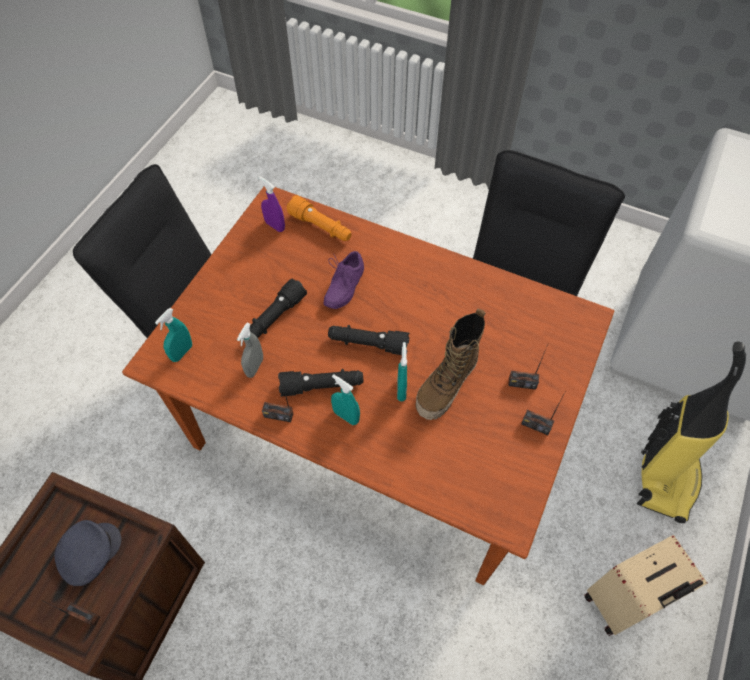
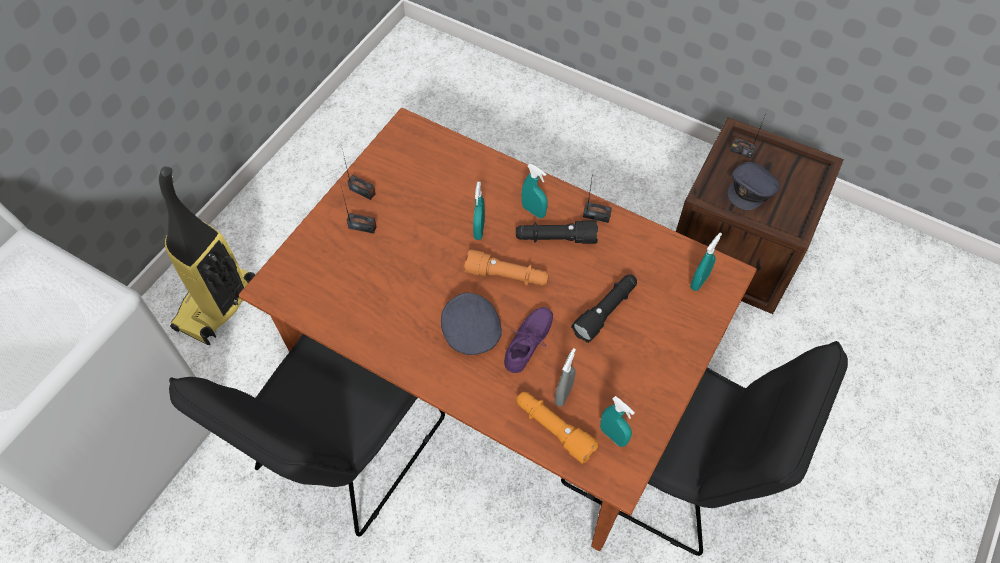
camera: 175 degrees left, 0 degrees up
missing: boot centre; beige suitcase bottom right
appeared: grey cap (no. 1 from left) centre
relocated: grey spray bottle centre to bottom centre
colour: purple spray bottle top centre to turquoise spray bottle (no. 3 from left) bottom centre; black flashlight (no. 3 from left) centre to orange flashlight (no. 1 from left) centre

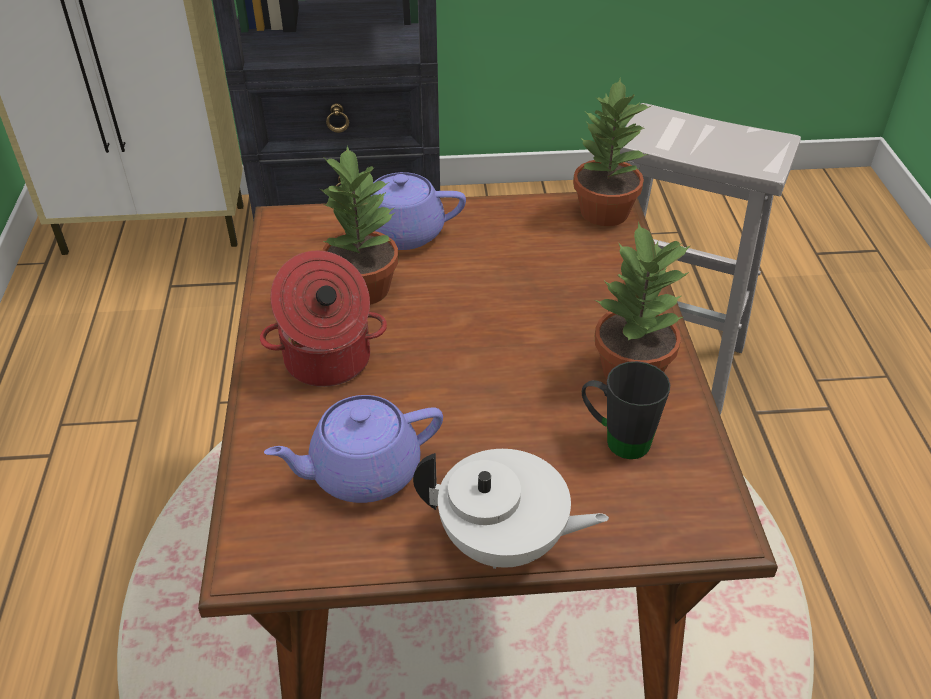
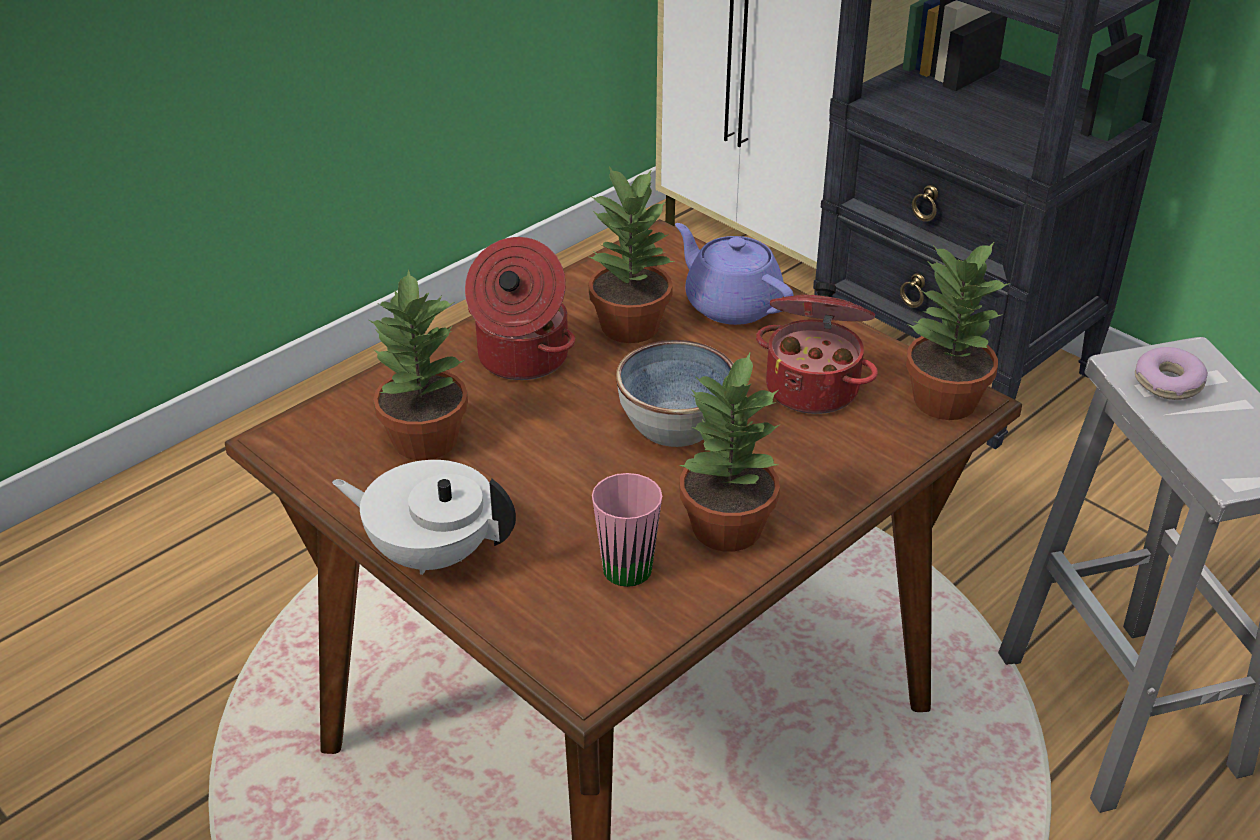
camera: 50 degrees right, 5 degrees down
appeared: bowl centre; cooking pot (no. 2 from left) centre; donut middle right
exchanged: purple teapot (no. 1 from left) centre to potted plant (no. 1 from left) middle left
colour: black mug middle right to pink mug centre
spun: white teapot bottom centre = centre 135 degrees clockwise

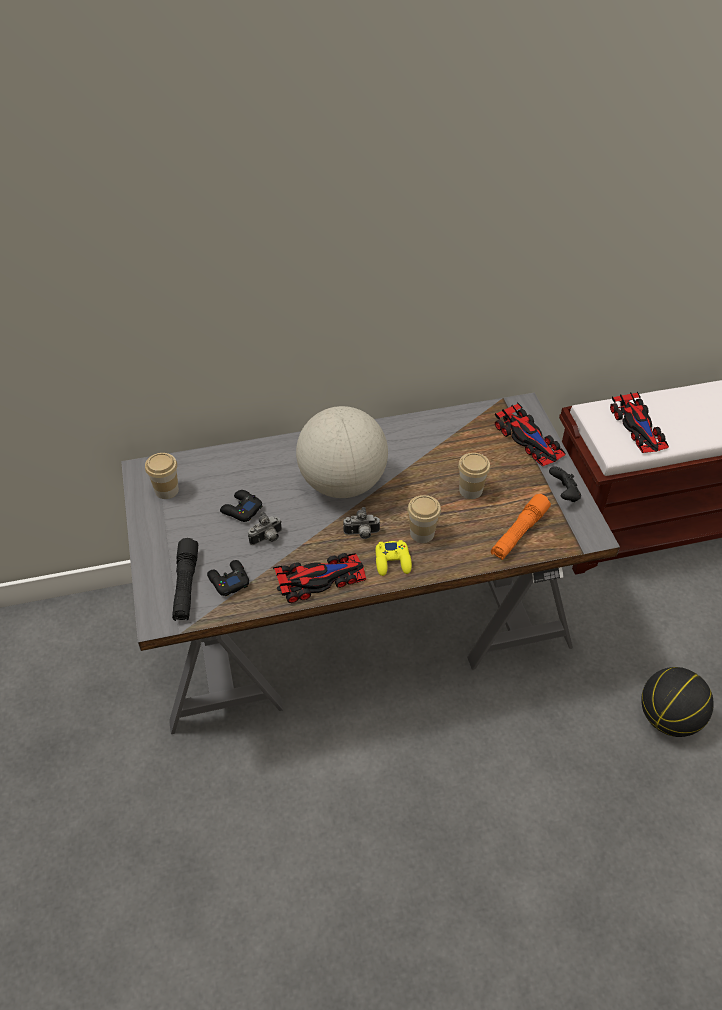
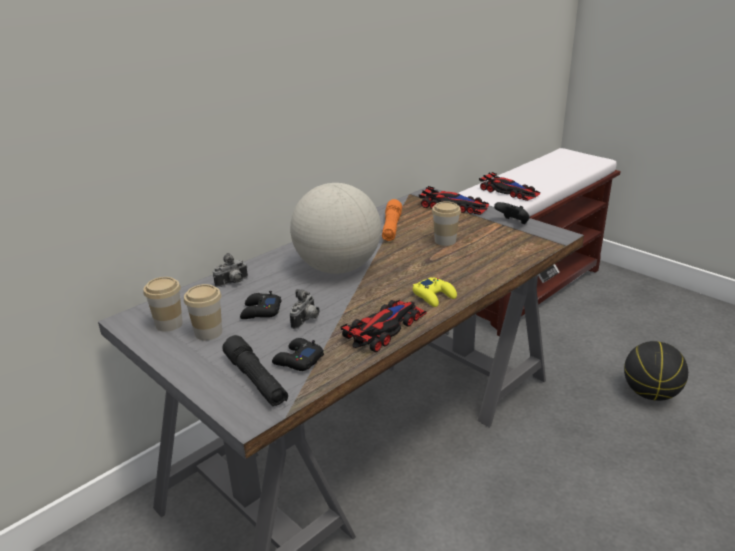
camera: 30 degrees left, 20 degrees down
relocated: photo camera (no. 2 from left in the first image) centre to photo camera (no. 1 from left) middle left; cup (no. 2 from left) centre to middle left; orange flashlight middle right to centre

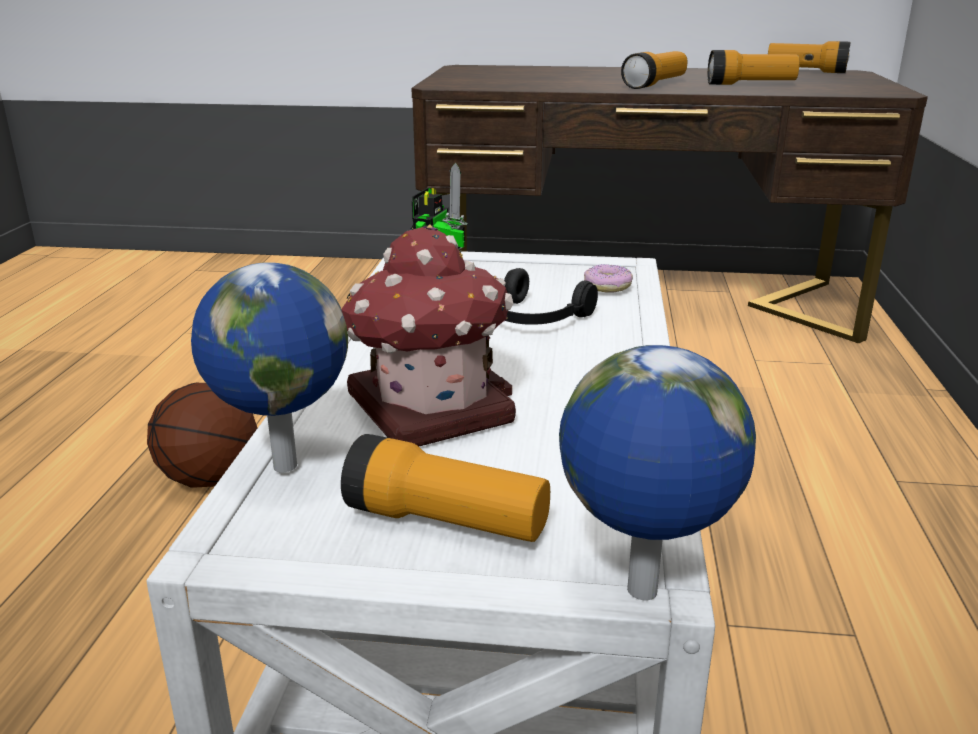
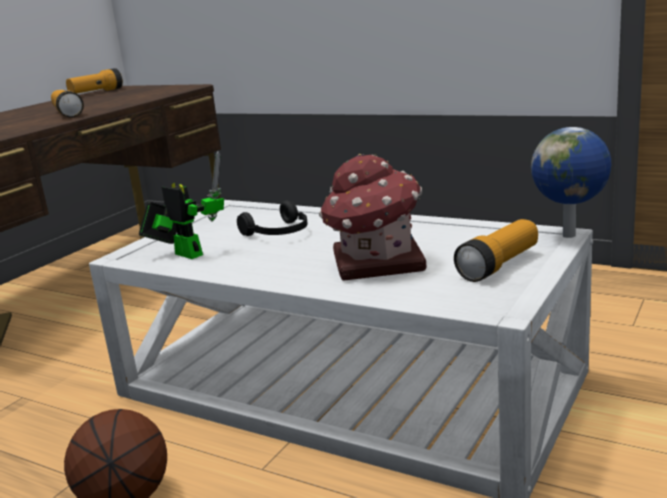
camera: 65 degrees left, 5 degrees down
missing: globe (no. 1 from left) middle left; donut centre; flashlight (no. 3 from left) top right

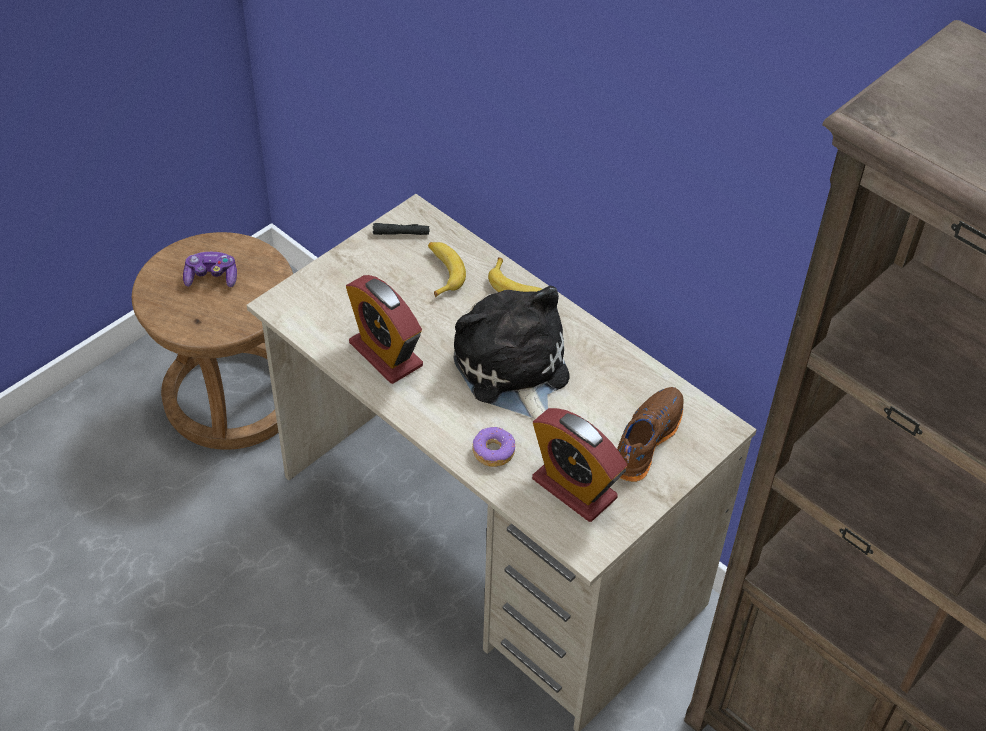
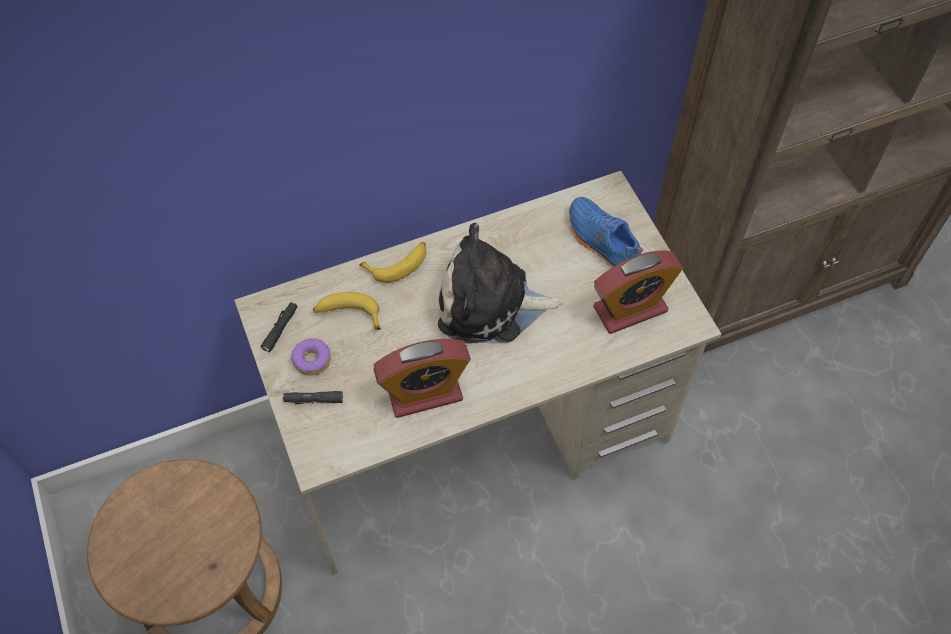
camera: 65 degrees left, 10 degrees up
missing: game controller middle left
appeared: black flashlight (no. 2 from left) middle left
relocated: donut centre to middle left
colour: brown shoe centre to blue shoe centre

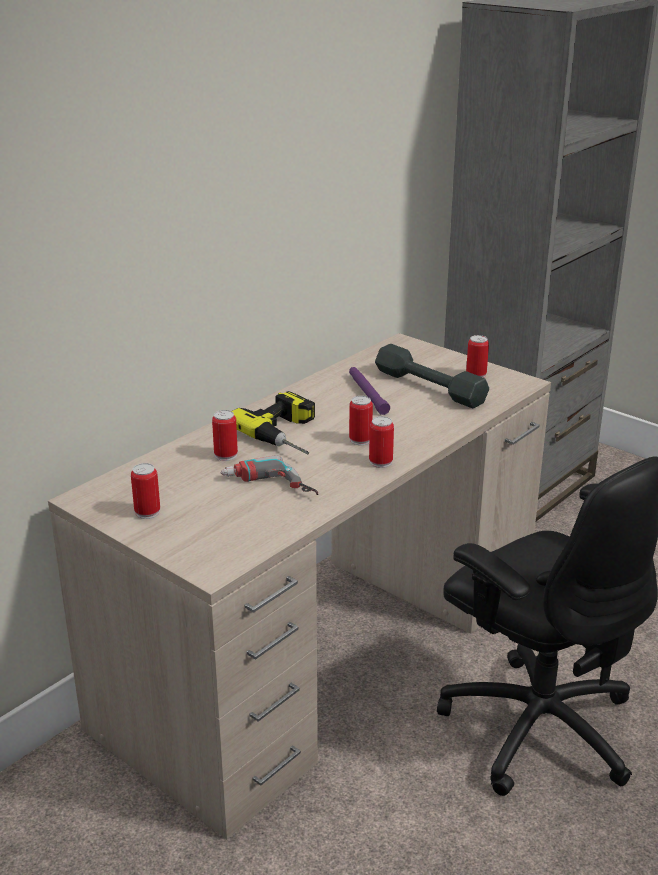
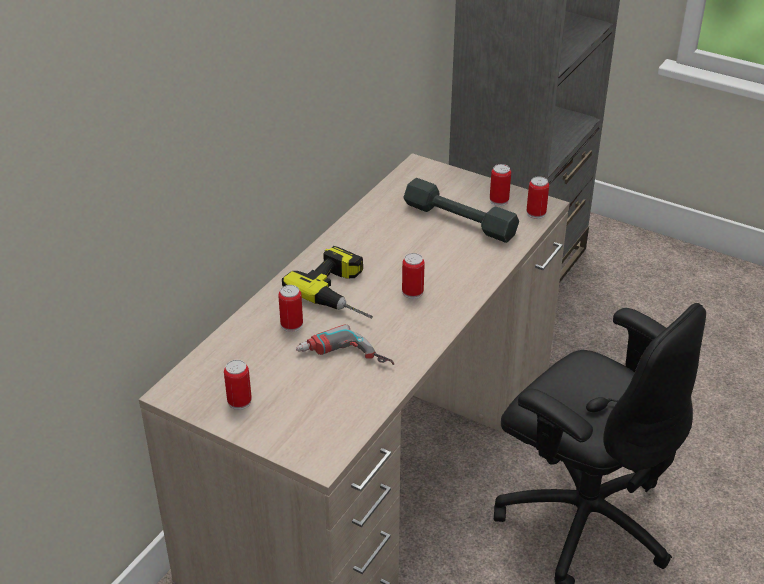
camera: 10 degrees left, 10 degrees up
missing: purple flashlight centre
relocated: can (no. 4 from left in the first image) centre to can (no. 5 from left) middle right

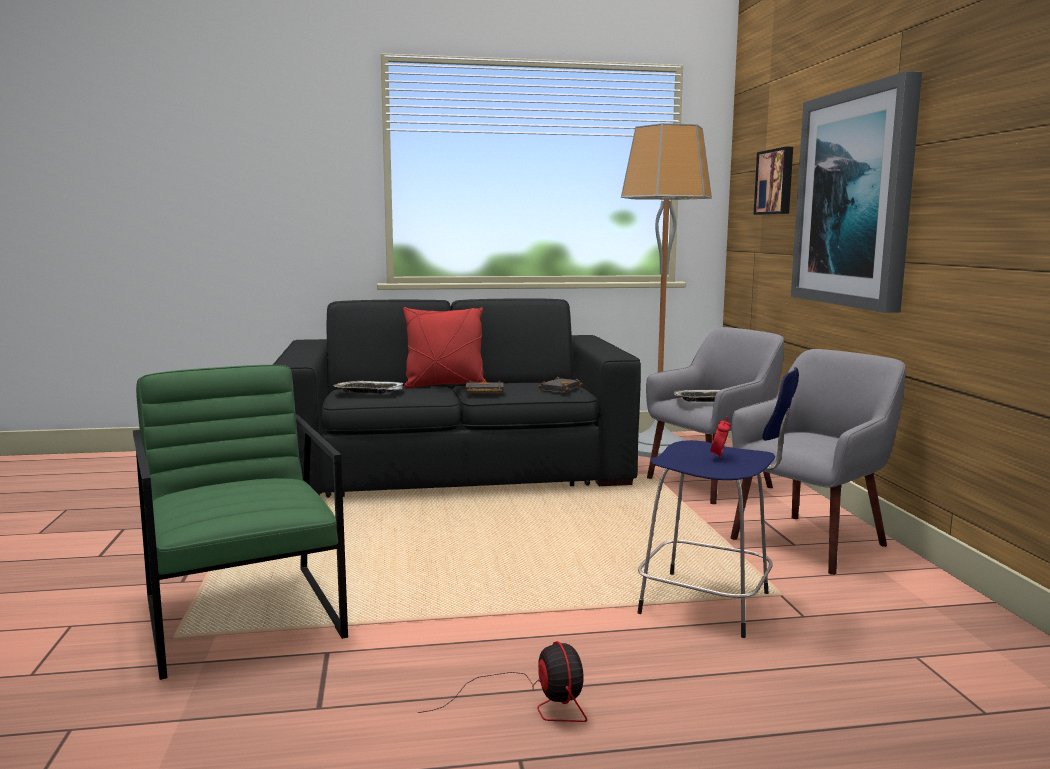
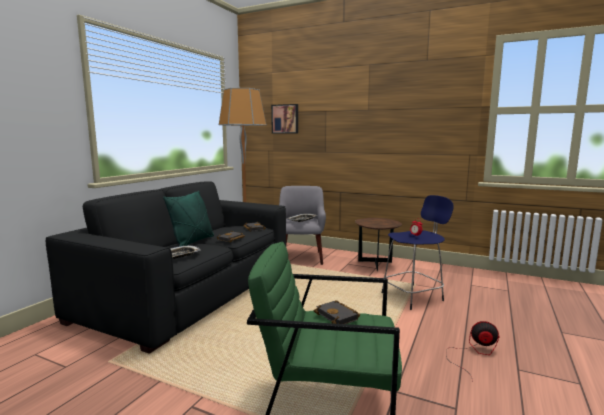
camera: 55 degrees left, 0 degrees up
missing: picture (no. 2 from left) top right
appeared: black book (no. 3 from left) bottom centre
exchanged: grey armchair (no. 2 from left) middle right to brown side table centre
colour: red pillow centre to green pillow middle left

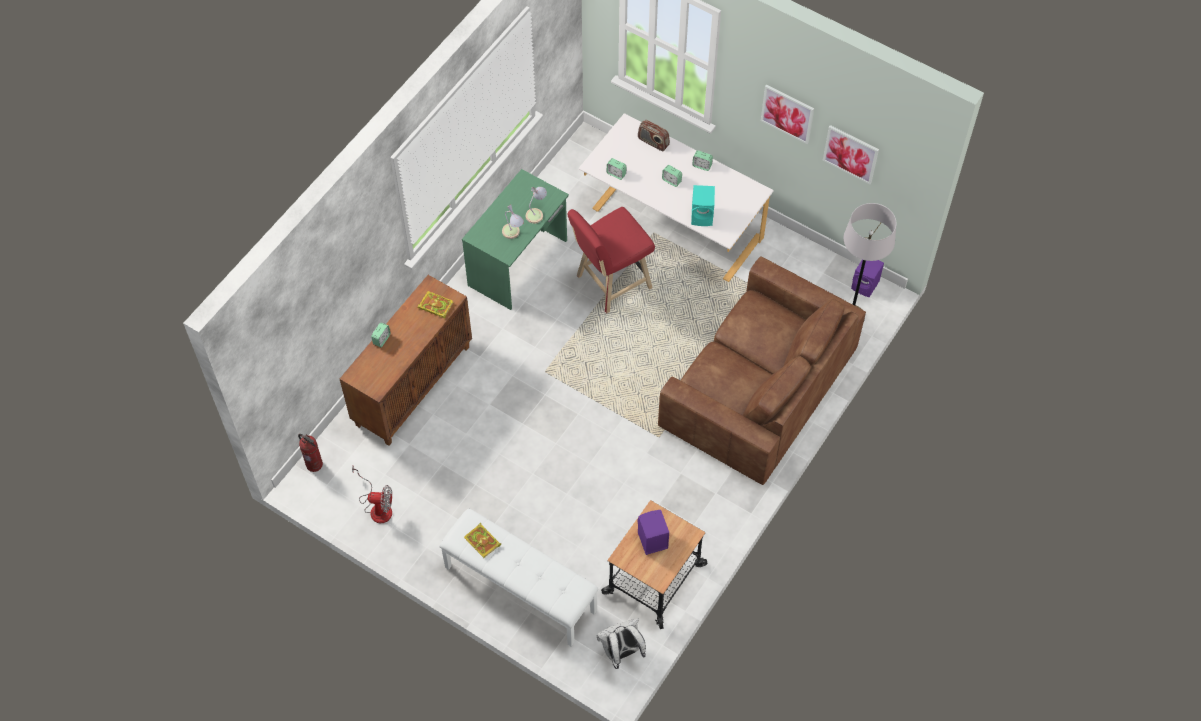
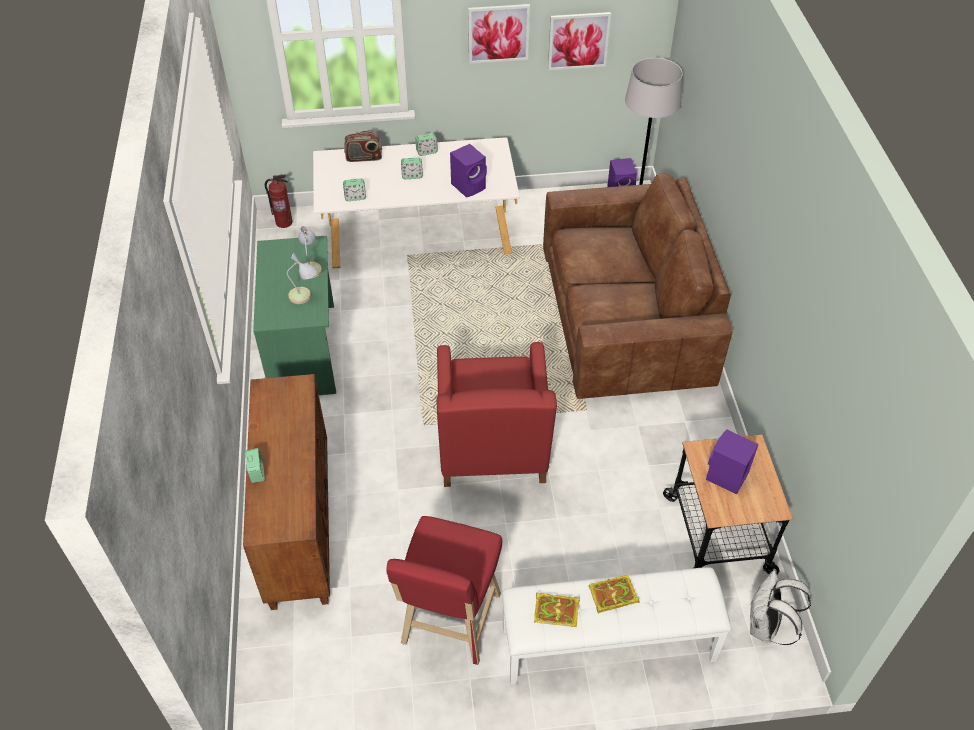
camera: 40 degrees left, 10 degrees down
missing: fan bottom left
appeared: red armchair centre
relocated: fire extinguisher middle left to top left; book (no. 1 from left in the first image) centre to book (no. 2 from left) bottom centre; red stool centre to bottom centre
colour: turquoise speaker top centre to purple speaker (no. 1 from left) top centre

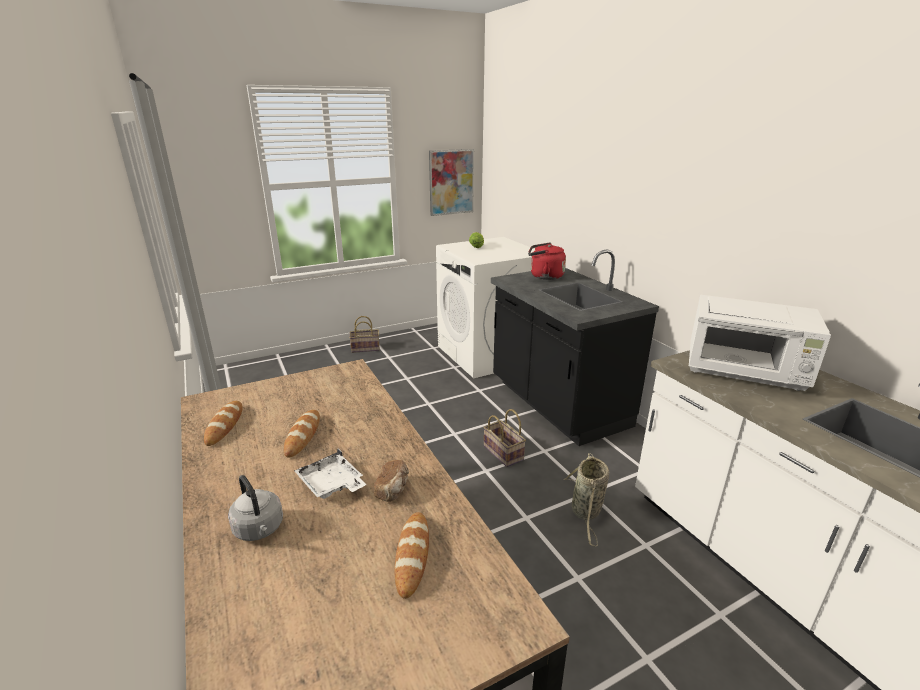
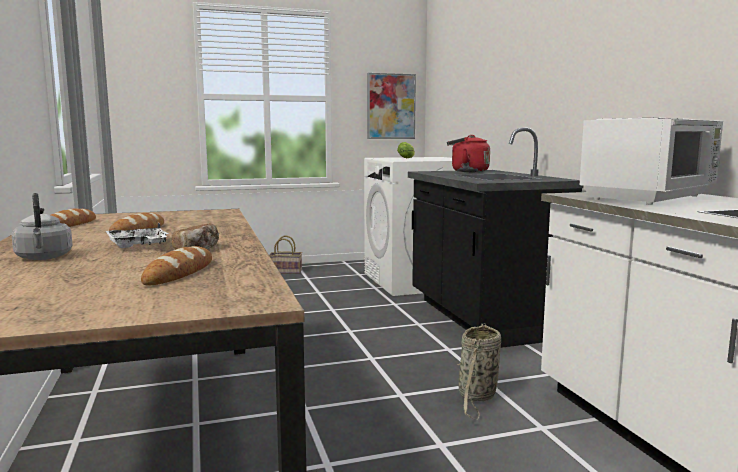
camera: 10 degrees right, 15 degrees down
missing: basket (no. 2 from left) centre
spun: white microwave middle right = middle right 75 degrees counterclockwise

